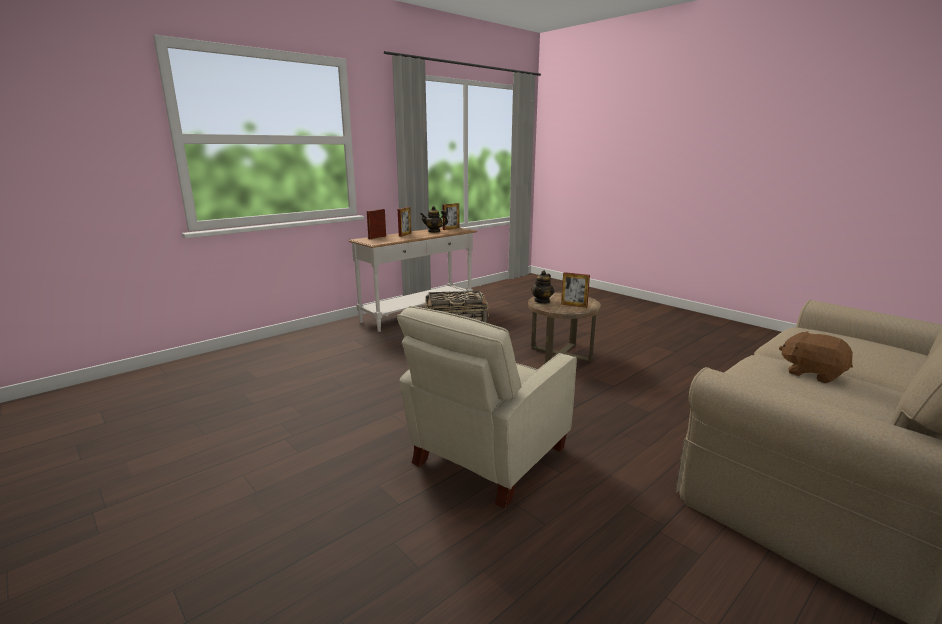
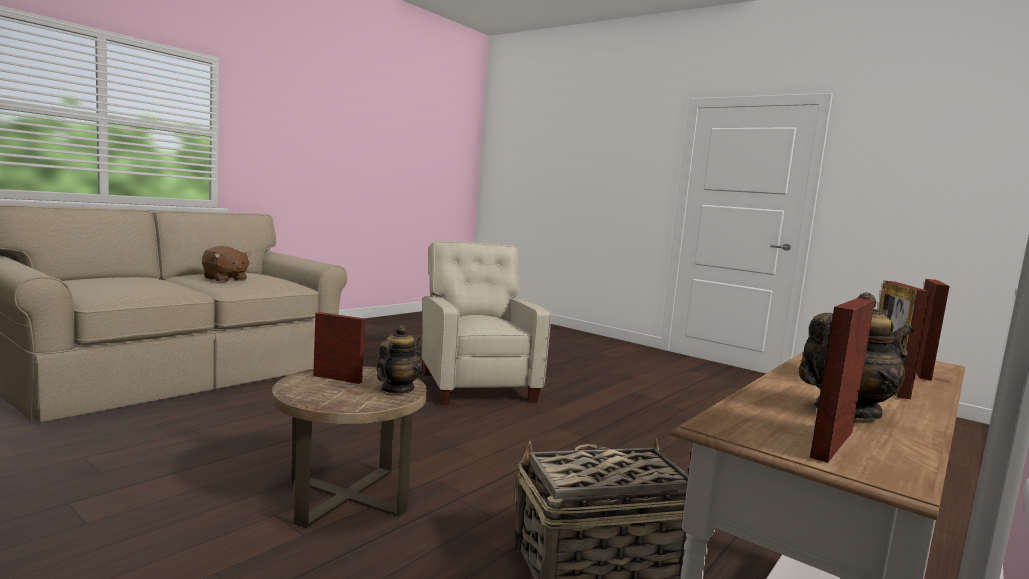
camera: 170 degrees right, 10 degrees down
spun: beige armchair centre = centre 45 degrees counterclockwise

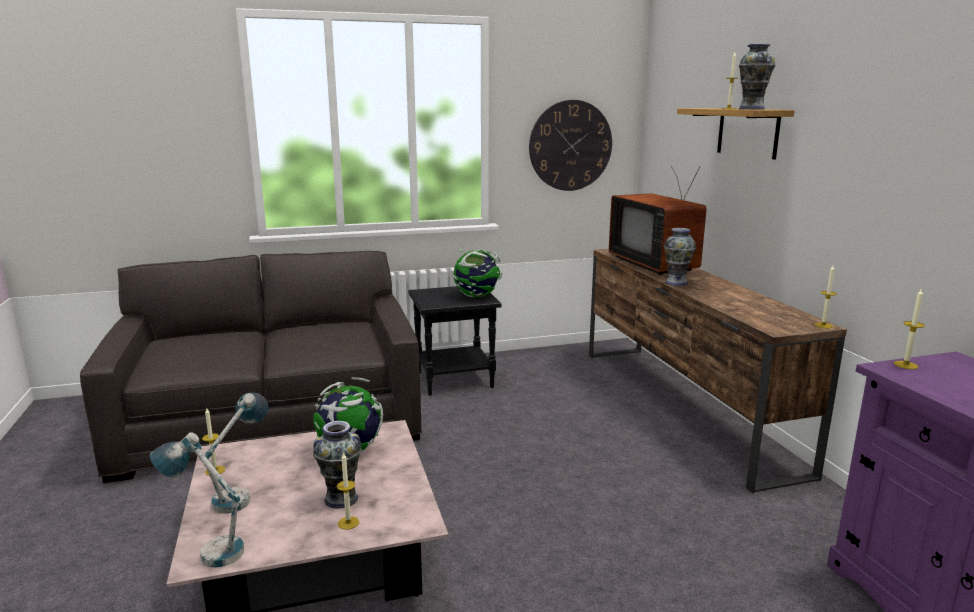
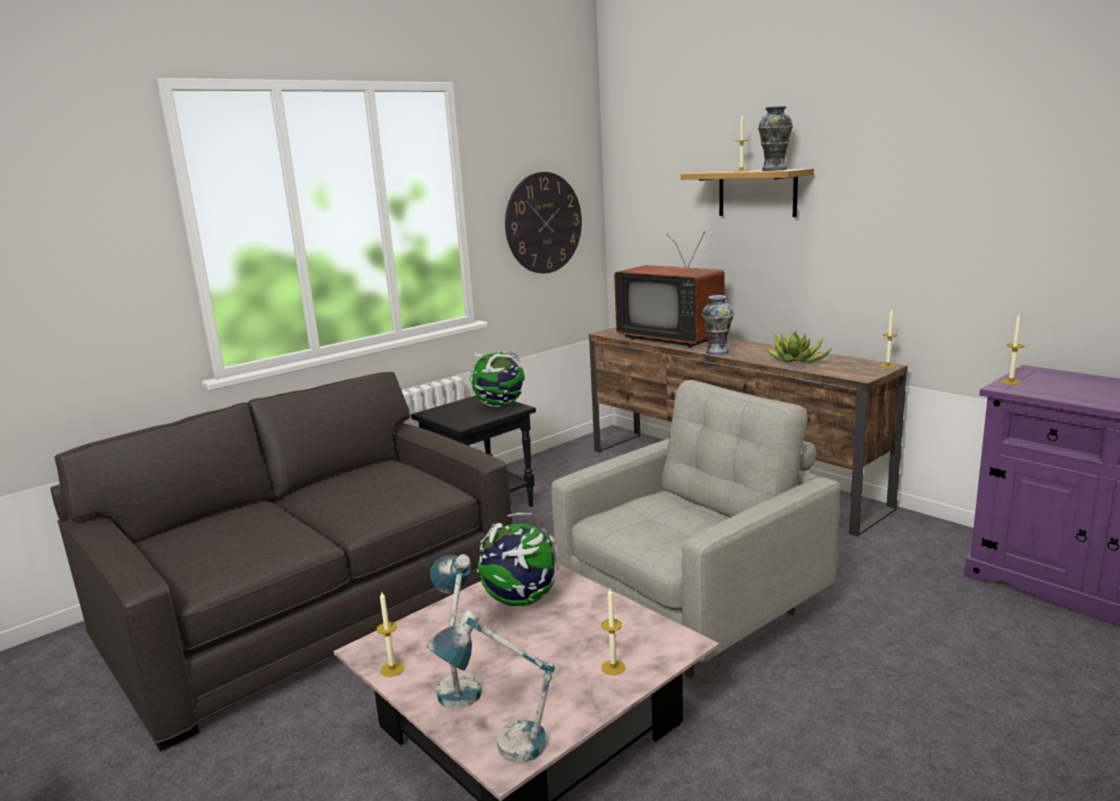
camera: 25 degrees left, 0 degrees up
missing: vase (no. 1 from left) bottom centre
appeared: grey armchair centre; potted plant middle right

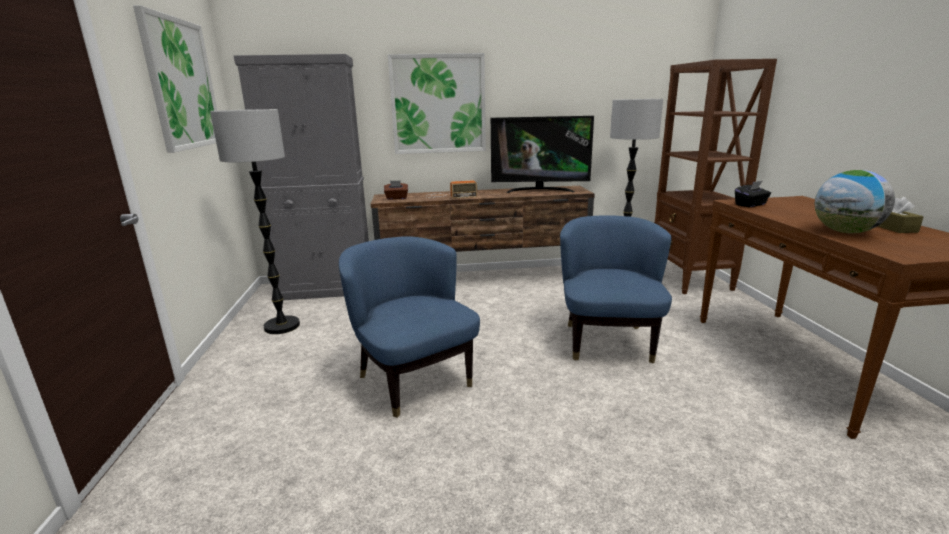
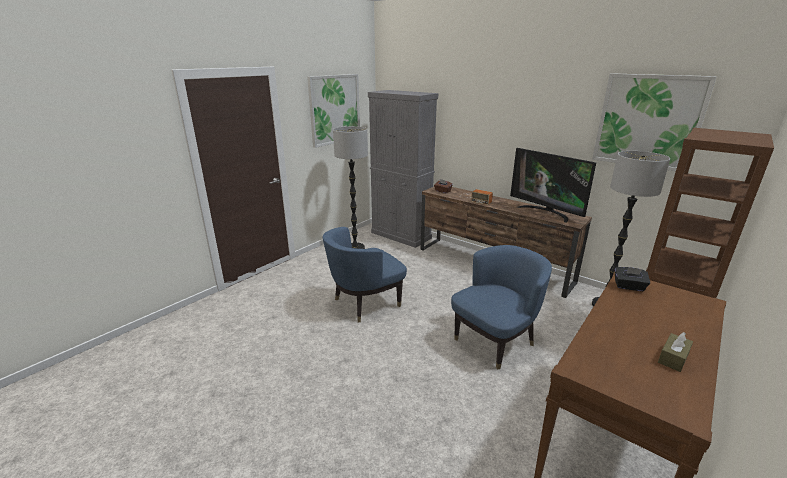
camera: 45 degrees right, 5 degrees up
missing: globe middle right
relocated: picture (no. 2 from left) top centre to top right
spun: blue armchair (no. 1 from left) centre = centre 135 degrees counterclockwise

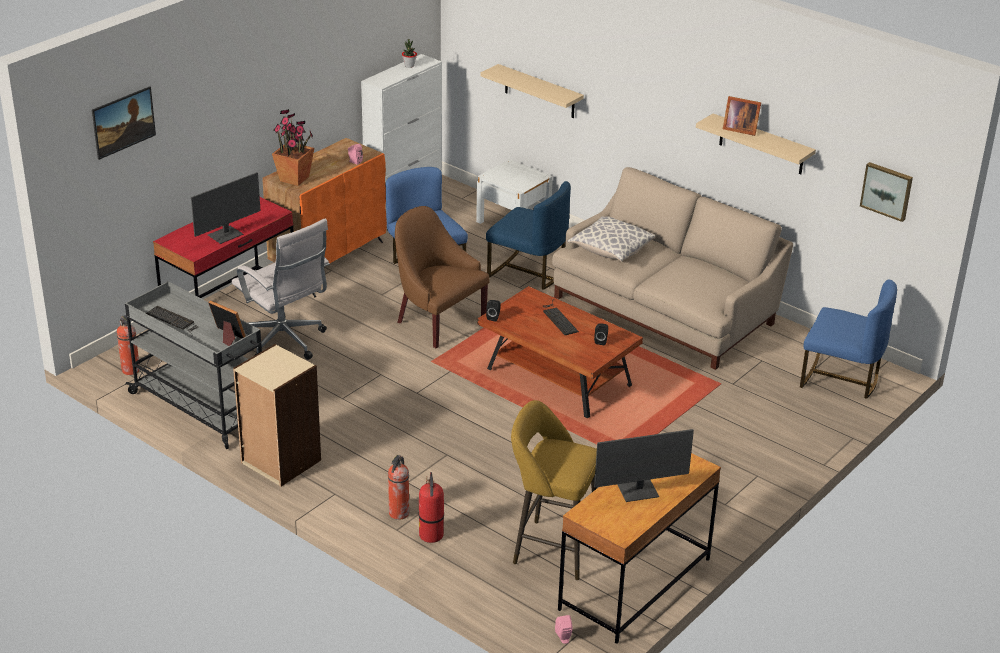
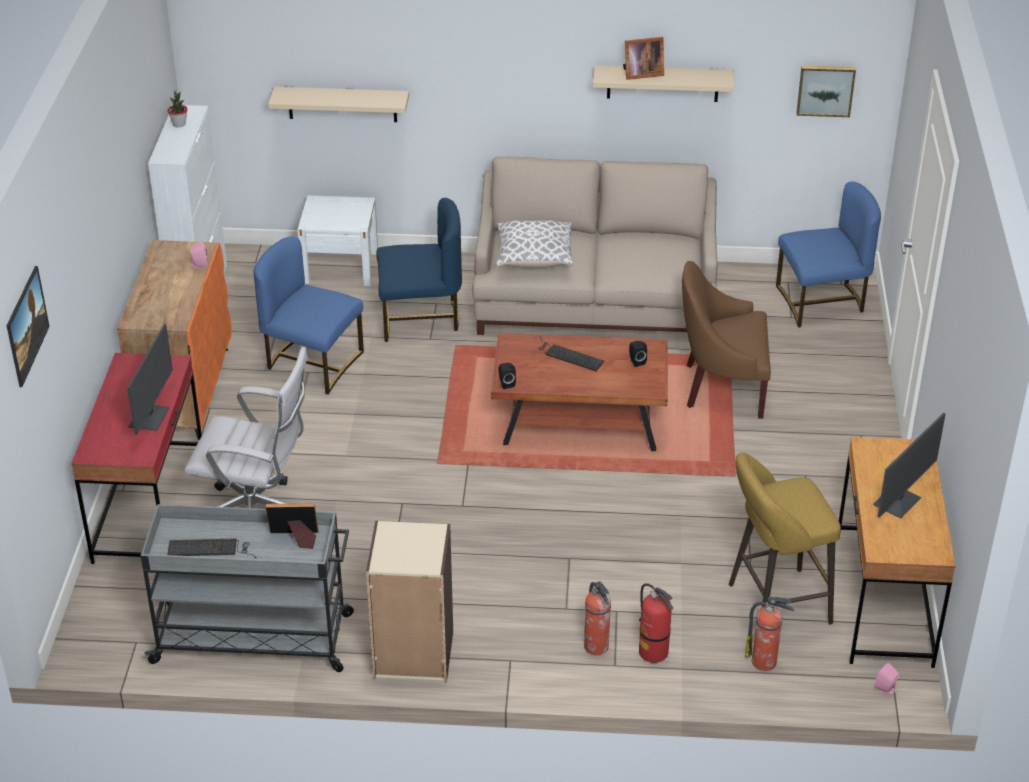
camera: 35 degrees left, 5 degrees up
missing: potted plant (no. 1 from left) top left
relocated: fire extinguisher (no. 1 from left in the first image) middle left to fire extinguisher (no. 3 from left) bottom right; brown armchair centre to middle right

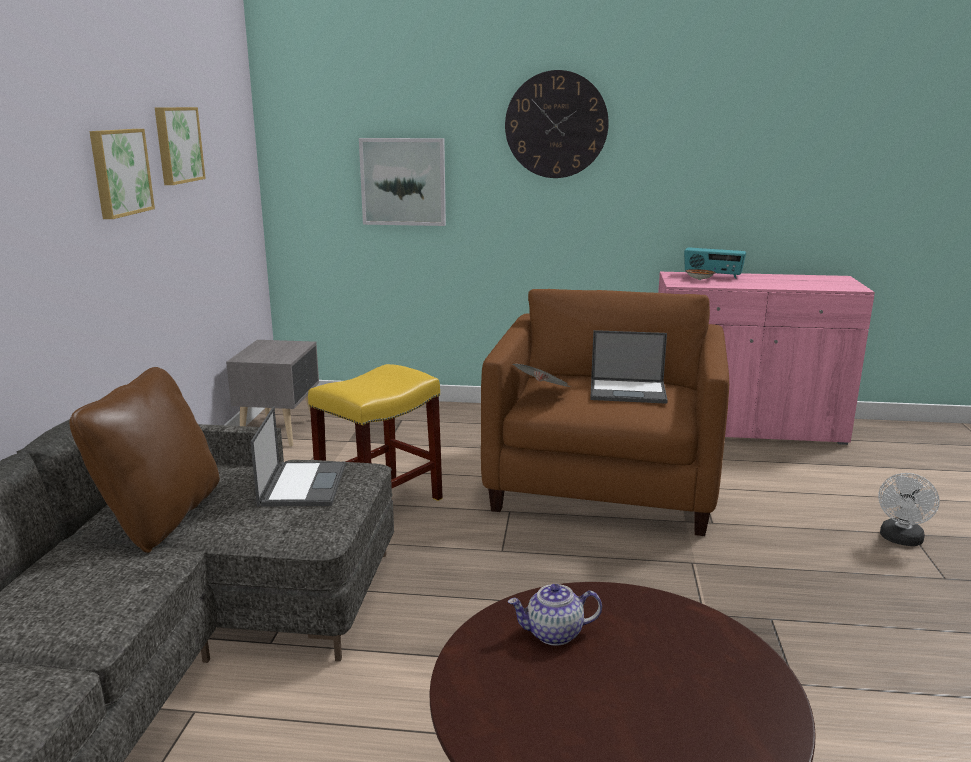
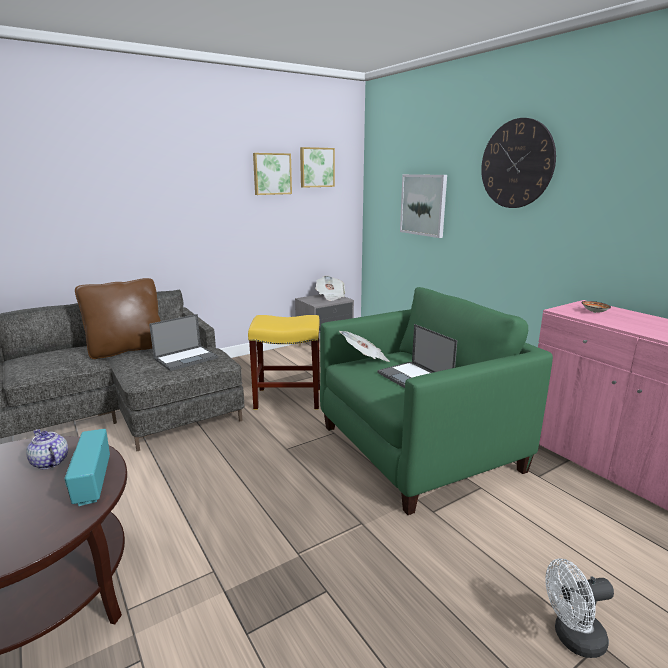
camera: 50 degrees right, 0 degrees up
appeared: newspaper (no. 1 from left) centre
relocated: picture (no. 1 from left in the first image) top left to picture (no. 2 from left) top centre; radio middle right to bottom left
colour: brown armchair centre to green armchair centre

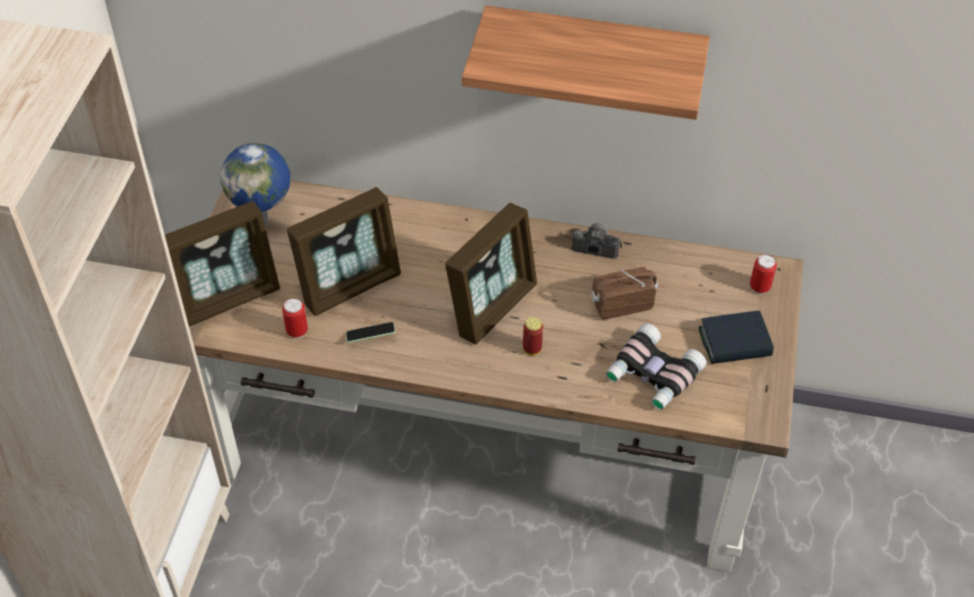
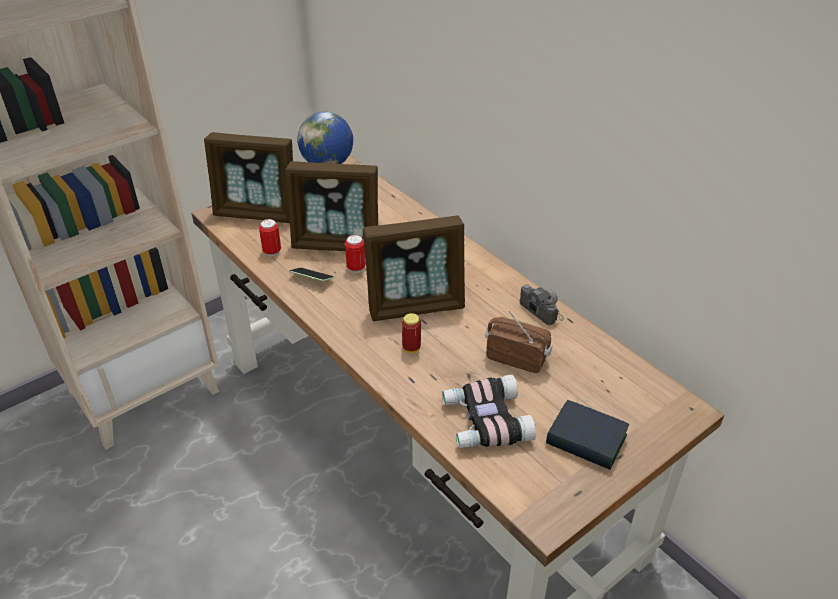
camera: 40 degrees right, 10 degrees down
missing: shelf top centre
relocated: can (no. 3 from left in the first image) middle right to can (no. 2 from left) centre

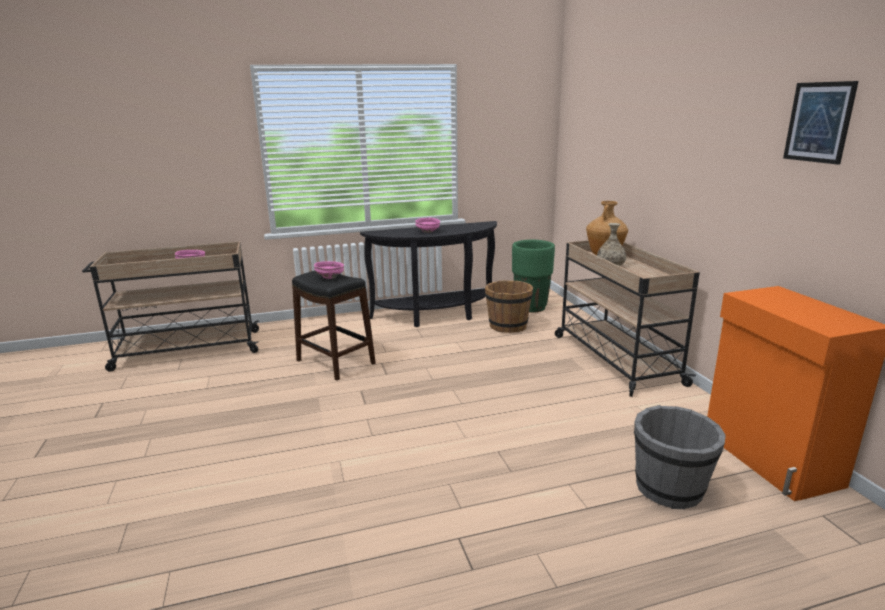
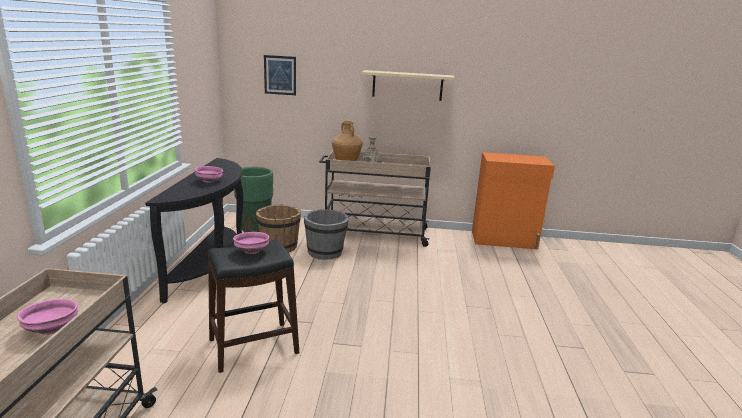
camera: 70 degrees left, 0 degrees up
appeared: beige shelf top centre
relocated: grey bucket bottom right to centre; picture top right to top centre

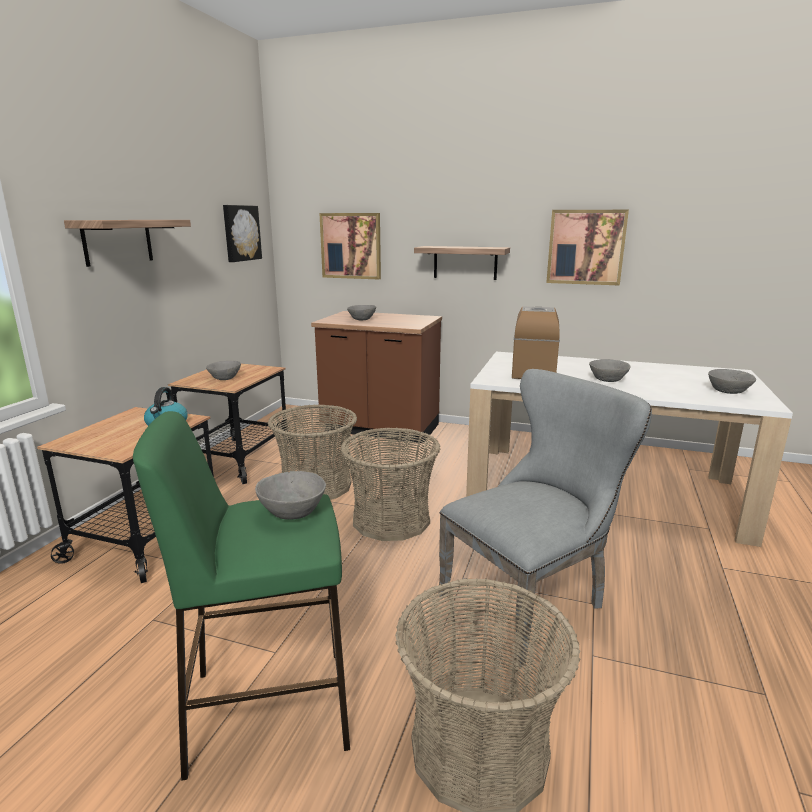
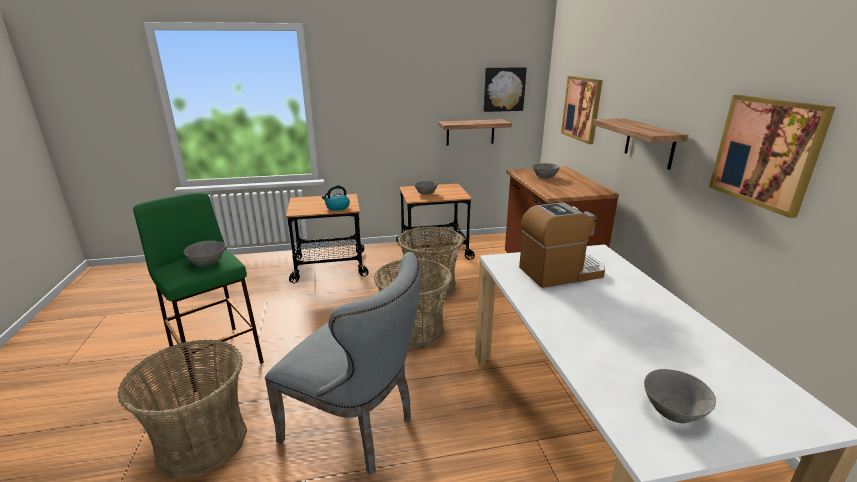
camera: 60 degrees right, 5 degrees up
missing: grey bowl (no. 4 from left) middle right
relocated: shelf (no. 1 from left) top left to top centre

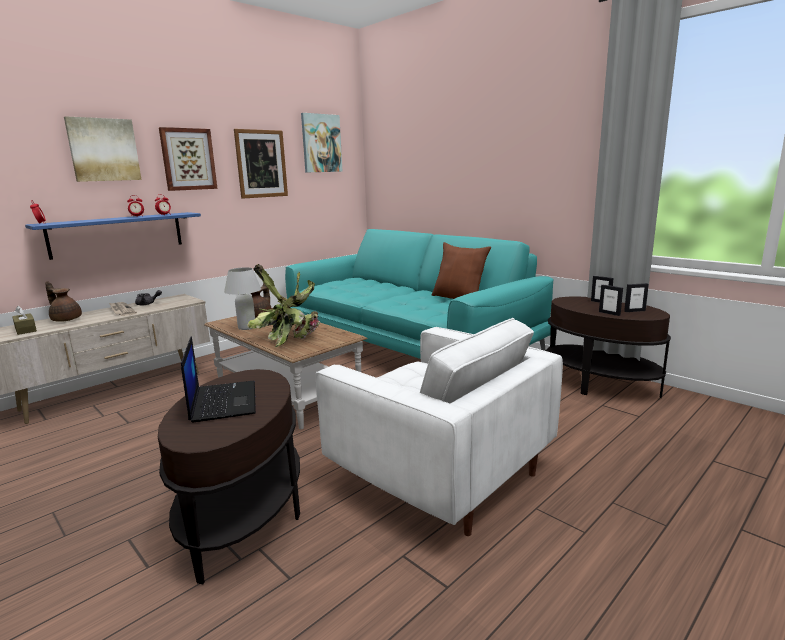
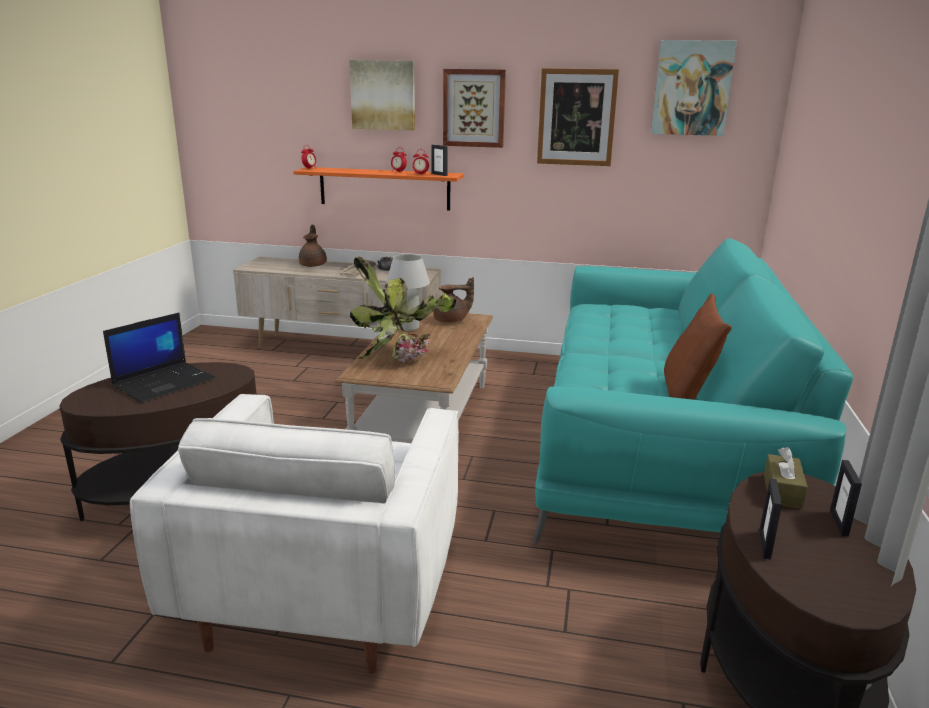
camera: 55 degrees right, 5 degrees up
relocated: brown tissue box middle left to bottom right; picture frame (no. 3 from left in the first image) middle right to picture frame (no. 1 from left) top centre
colour: blue shelf middle left to orange shelf top centre

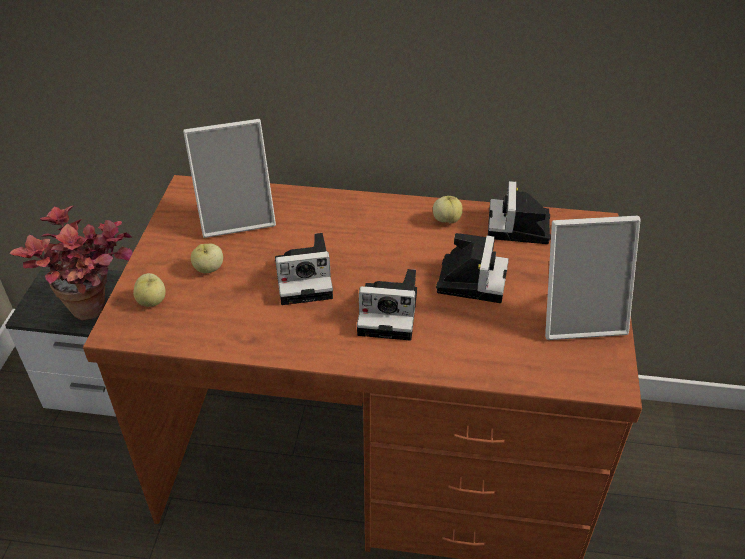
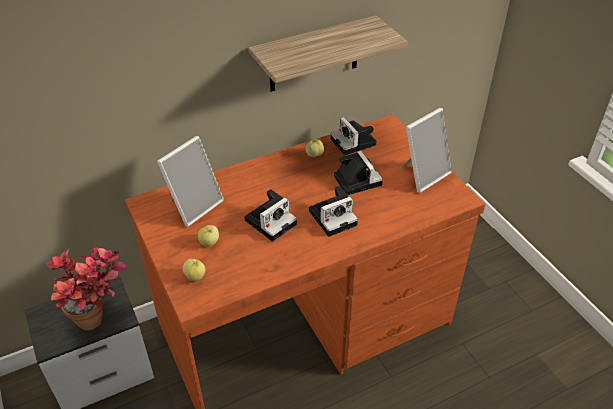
camera: 35 degrees left, 0 degrees up
appeared: shelf top centre

